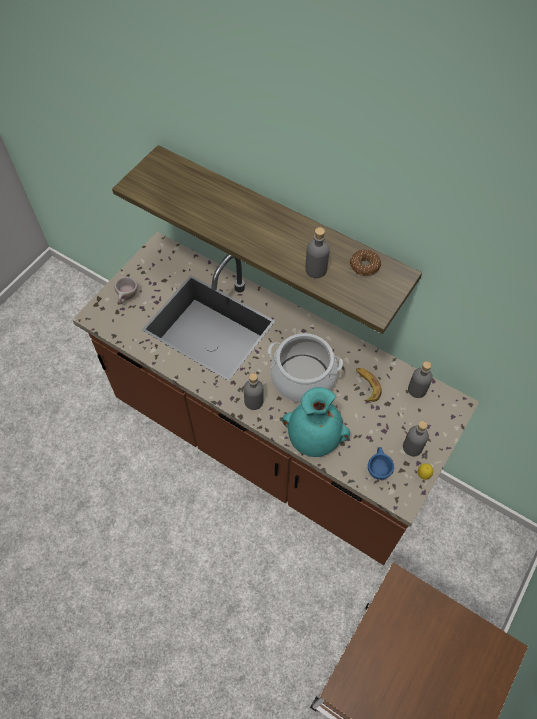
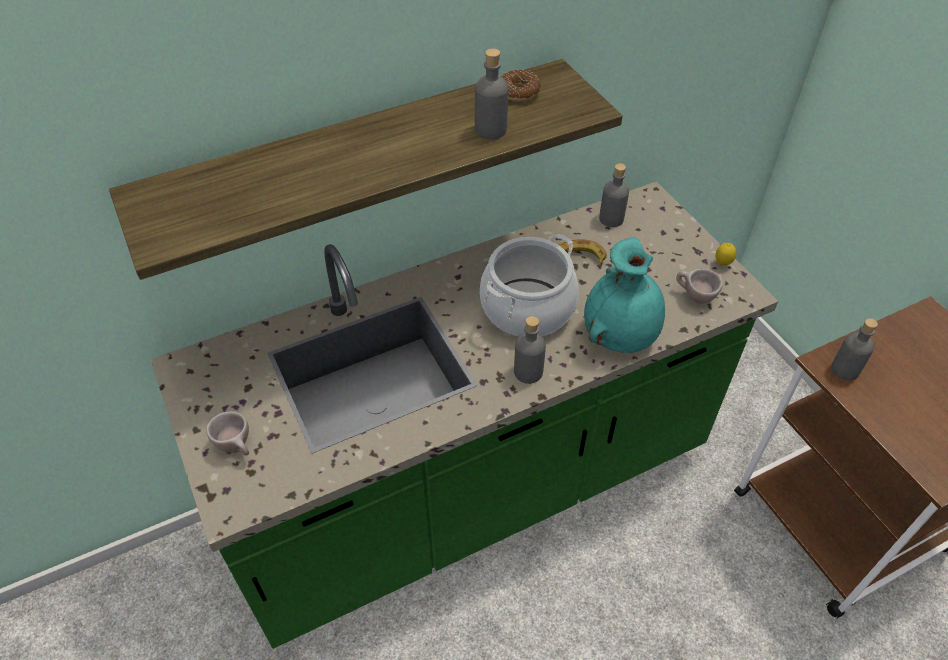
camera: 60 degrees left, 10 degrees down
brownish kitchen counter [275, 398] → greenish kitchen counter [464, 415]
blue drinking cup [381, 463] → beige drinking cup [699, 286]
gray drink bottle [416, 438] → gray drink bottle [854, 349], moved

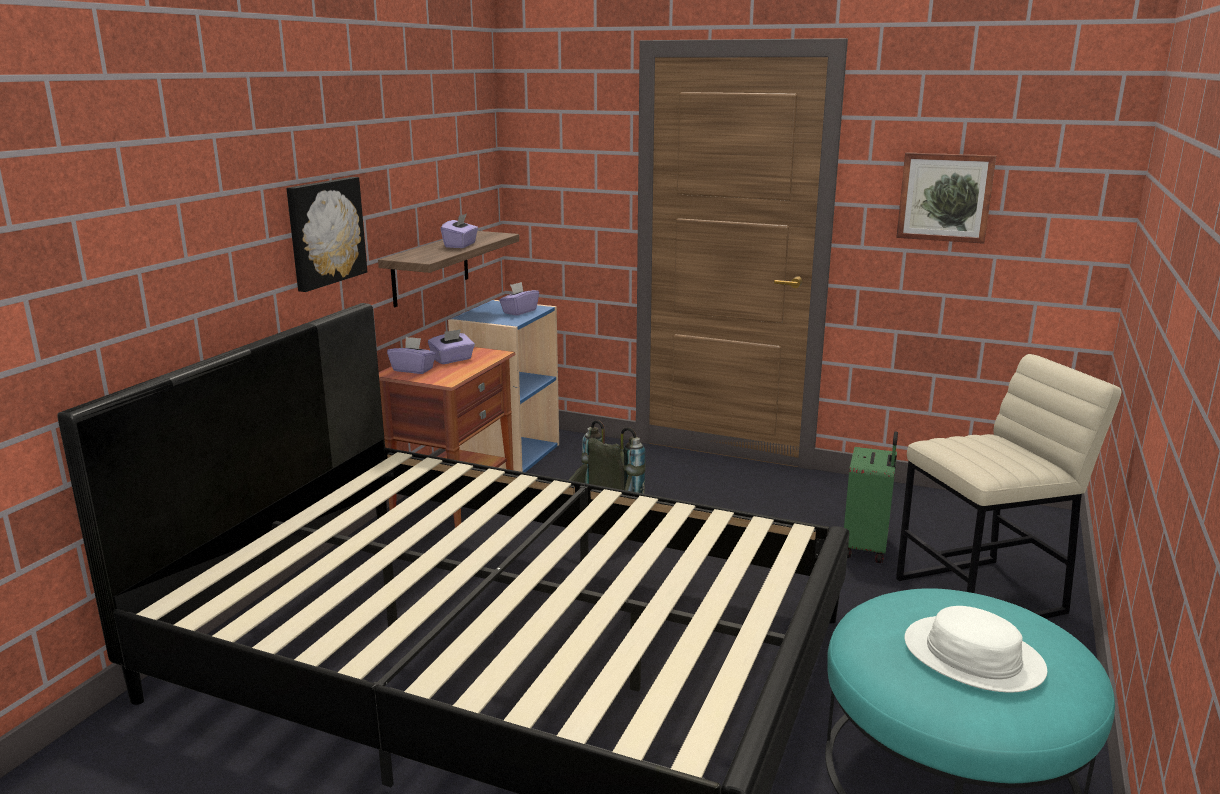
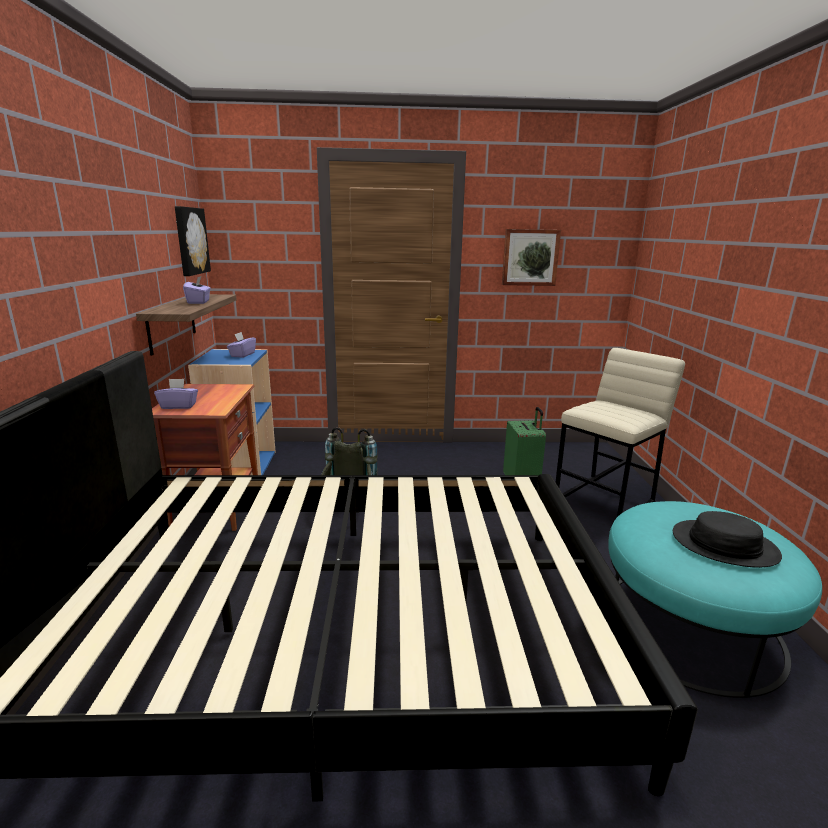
camera: 25 degrees left, 0 degrees up
wall art [326, 234] → wall art [193, 241], moved
purple-coloured box of tissues [451, 346] → -
white-coloured clothing hat [976, 649] → black-coloured clothing hat [727, 539]

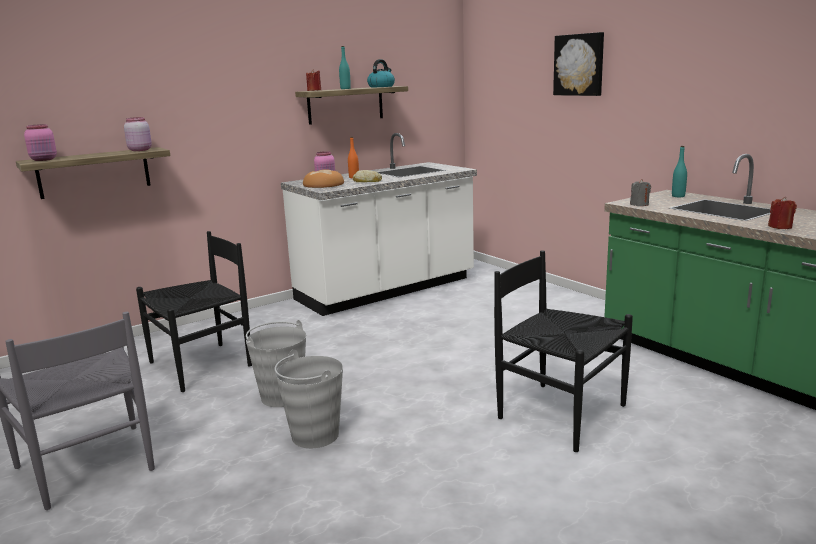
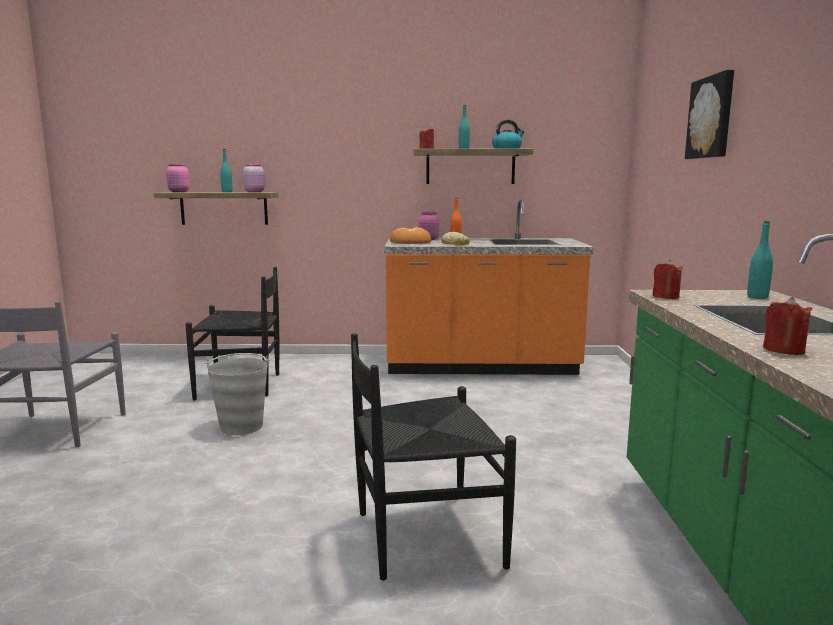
camera: 35 degrees right, 5 degrees down
gray water bucket [309, 399] → -
white-coloured kitchen counter [379, 224] → orange-coloured kitchen counter [489, 287]
black-coloured chair [563, 351] → black-coloured chair [433, 456], 90 degrees counterclockwise
gray candle [640, 192] → reddish candle [667, 279]
- → turquoise drink bottle [226, 170]

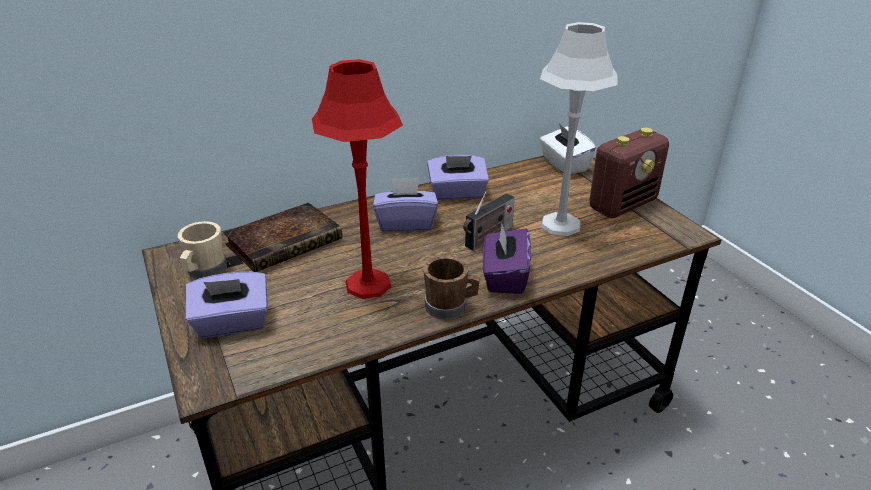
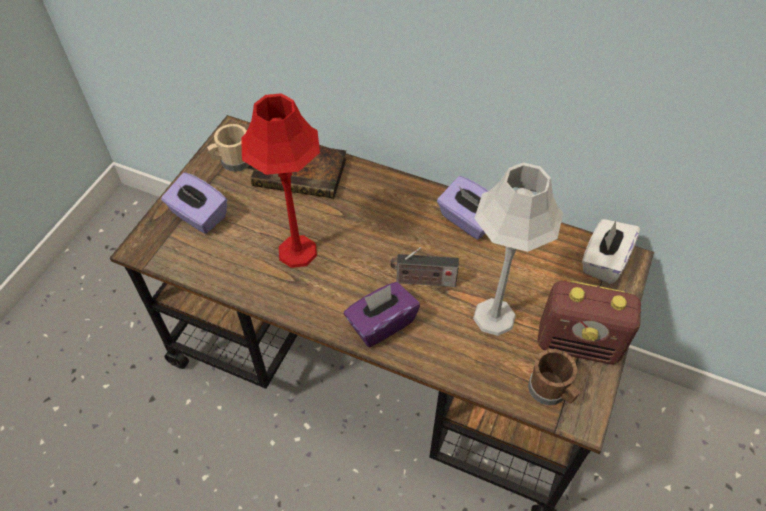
camera: 50 degrees right, 20 degrees up
purple-coloured box of tissues [405, 205] → -
brownish coffee mug [451, 288] → brownish coffee mug [554, 377], moved

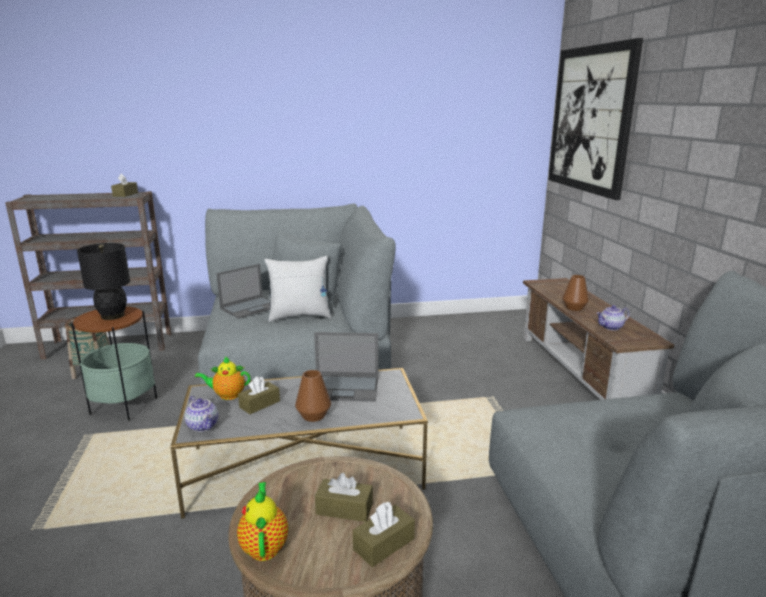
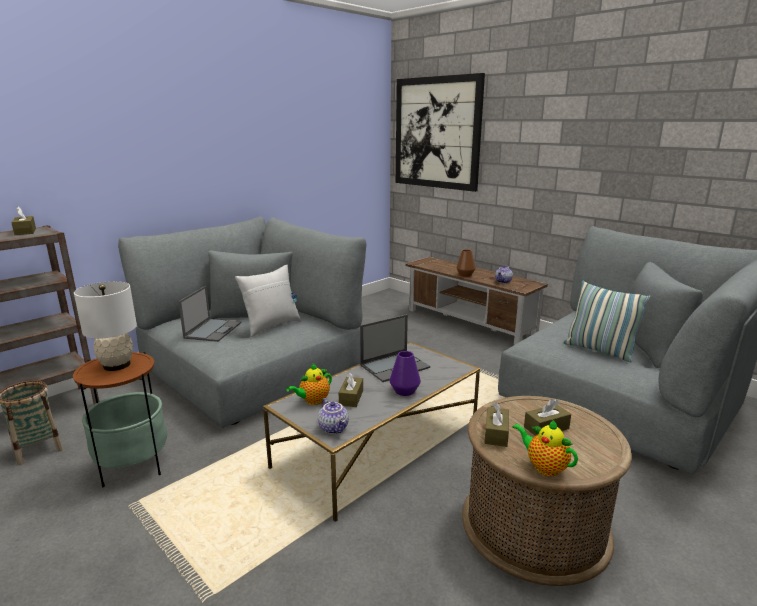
camera: 35 degrees left, 0 degrees up
black-coloured lamp for a table [103, 281] → white-coloured lamp for a table [105, 326]
teapot [201, 414] → teapot [333, 416], 45 degrees clockwise
brownish flower vase [313, 396] → purple-coloured flower vase [405, 373]
brownish box of tissues [384, 534] → brownish box of tissues [496, 424], moved
- → cushion [607, 321]

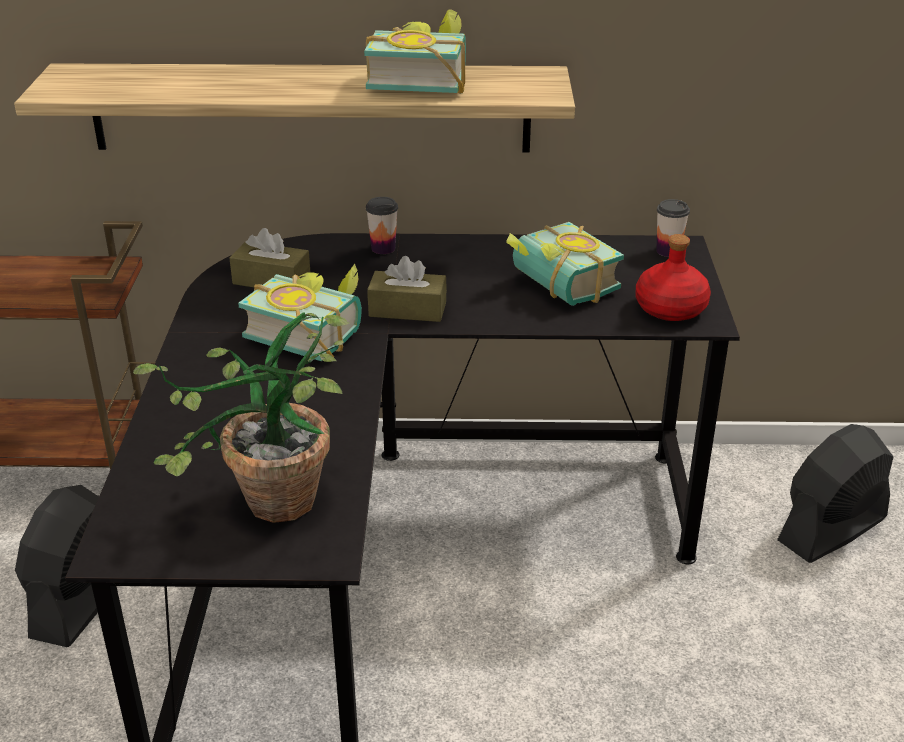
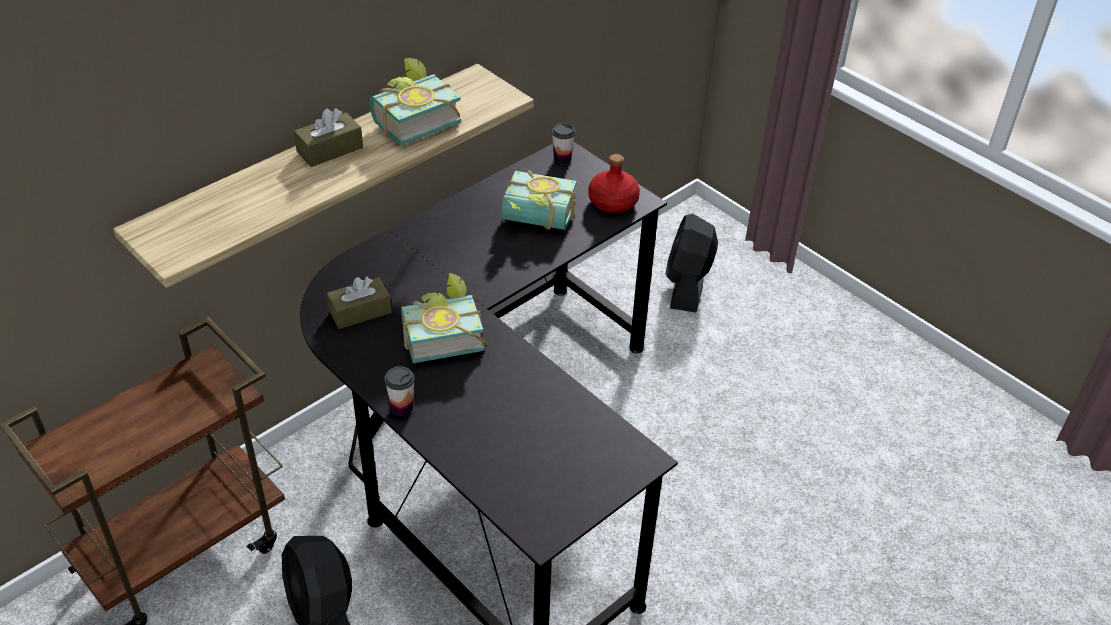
camera: 45 degrees left, 10 degrees up
plant in a pot [241, 417] → -
drinking cup [382, 225] → drinking cup [399, 391], moved
brownish box of tissues [407, 289] → brownish box of tissues [328, 137], moved

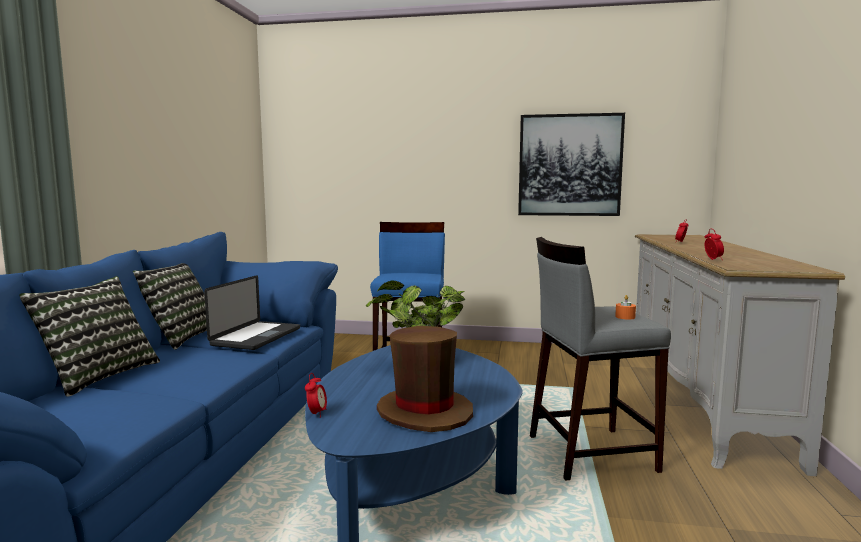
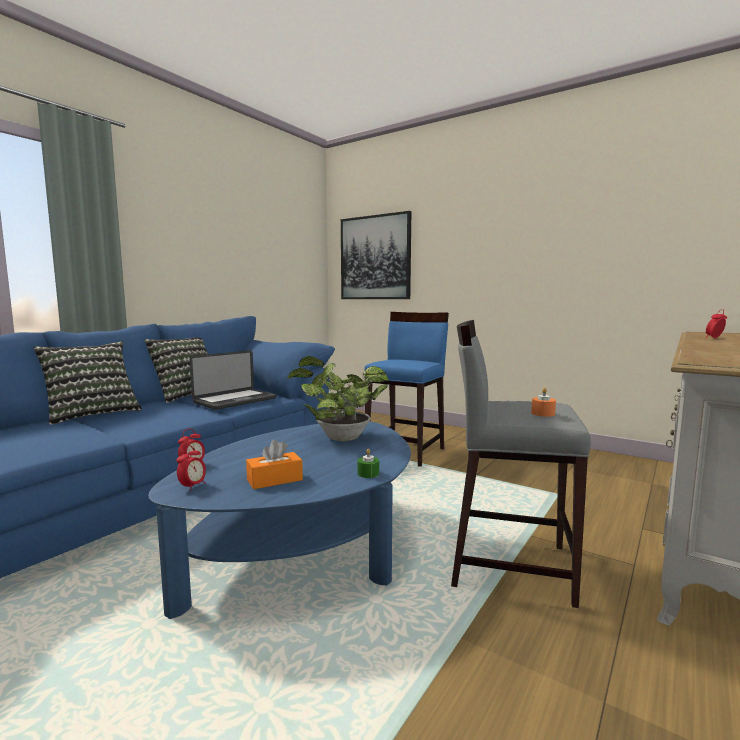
camera: 25 degrees right, 0 degrees up
brownish clothing hat [425, 379] → orange-coloured box of tissues [274, 464]
wall art [571, 164] → wall art [376, 255], moved
alarm clock [714, 244] → alarm clock [191, 468], moved
- → greenish candle [368, 463]

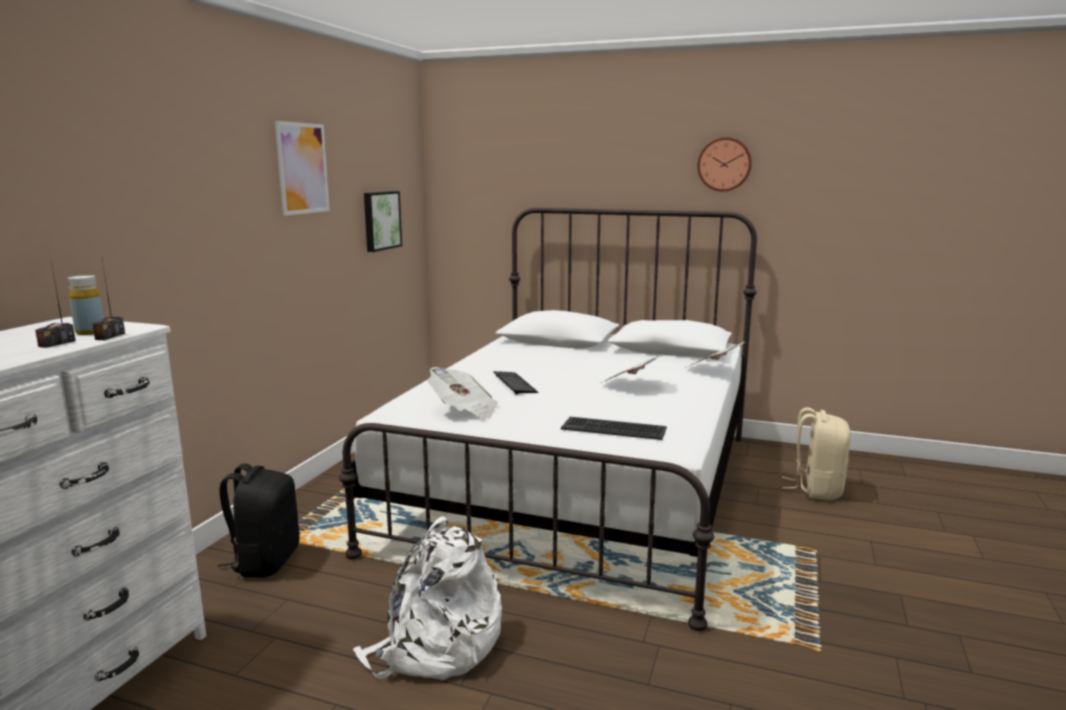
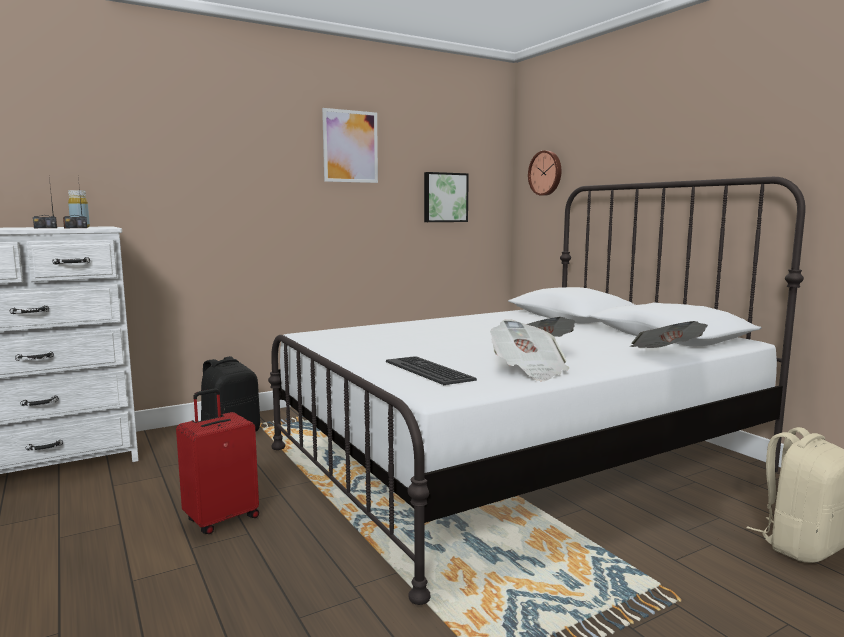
camera: 40 degrees right, 5 degrees down
white-coloured rucksack [427, 598] → reddish suitcase [217, 461]
daily paper [463, 393] → daily paper [530, 350], moved
keyboard [515, 383] → -
clock on the wall [724, 164] → clock on the wall [544, 173], moved

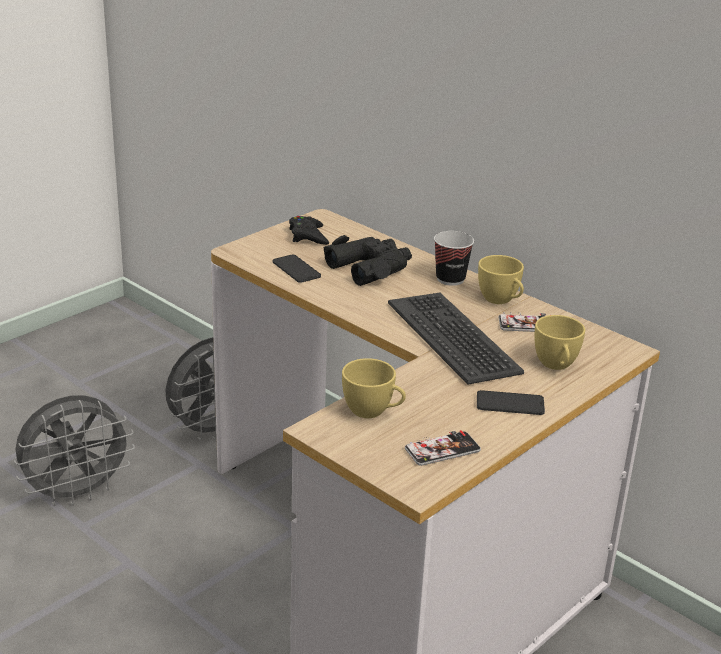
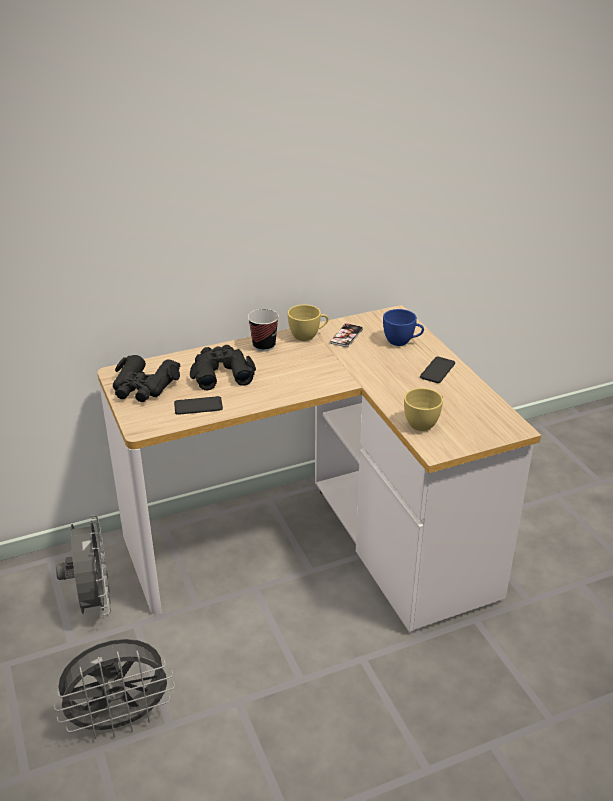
camera: 65 degrees left, 5 degrees up
gray electric fan [74, 450] → gray electric fan [114, 689], 75 degrees clockwise
black-coloured game controller [309, 230] → black-coloured binoculars [146, 378]
keyboard [456, 339] → -
phone [443, 448] → -
yellow drinking cup [559, 342] → blue drinking cup [403, 327]

